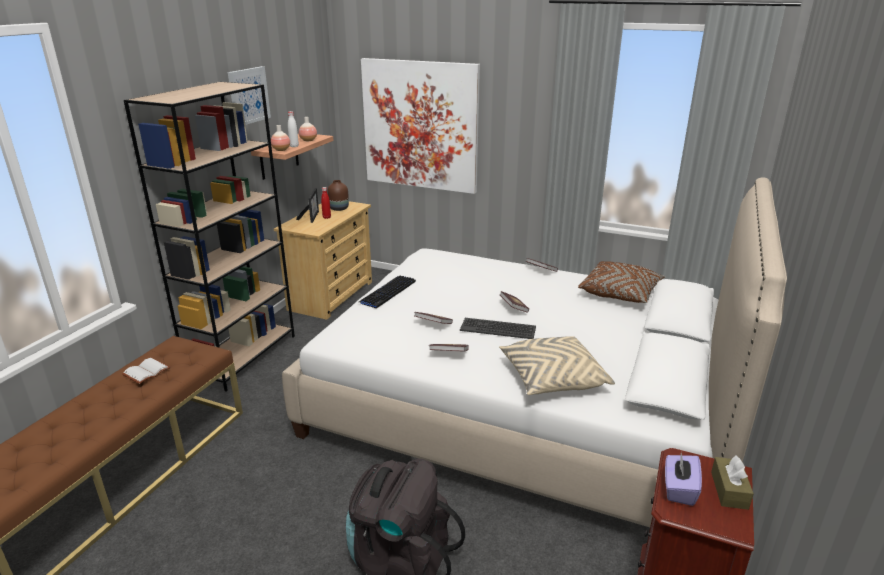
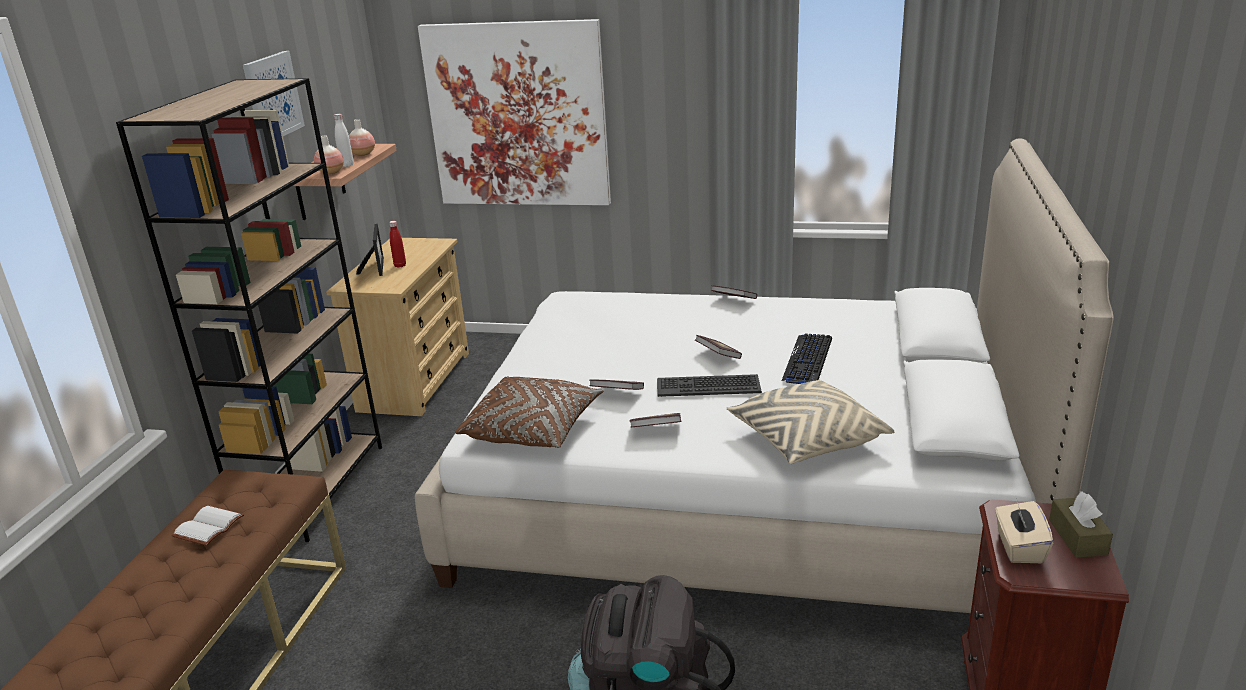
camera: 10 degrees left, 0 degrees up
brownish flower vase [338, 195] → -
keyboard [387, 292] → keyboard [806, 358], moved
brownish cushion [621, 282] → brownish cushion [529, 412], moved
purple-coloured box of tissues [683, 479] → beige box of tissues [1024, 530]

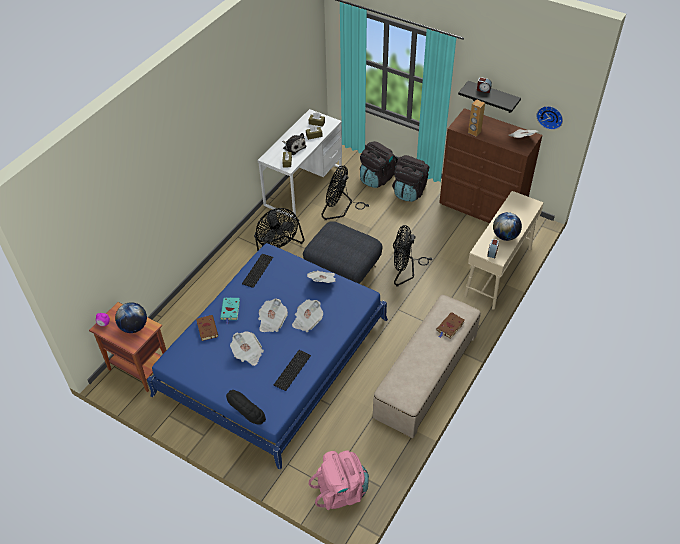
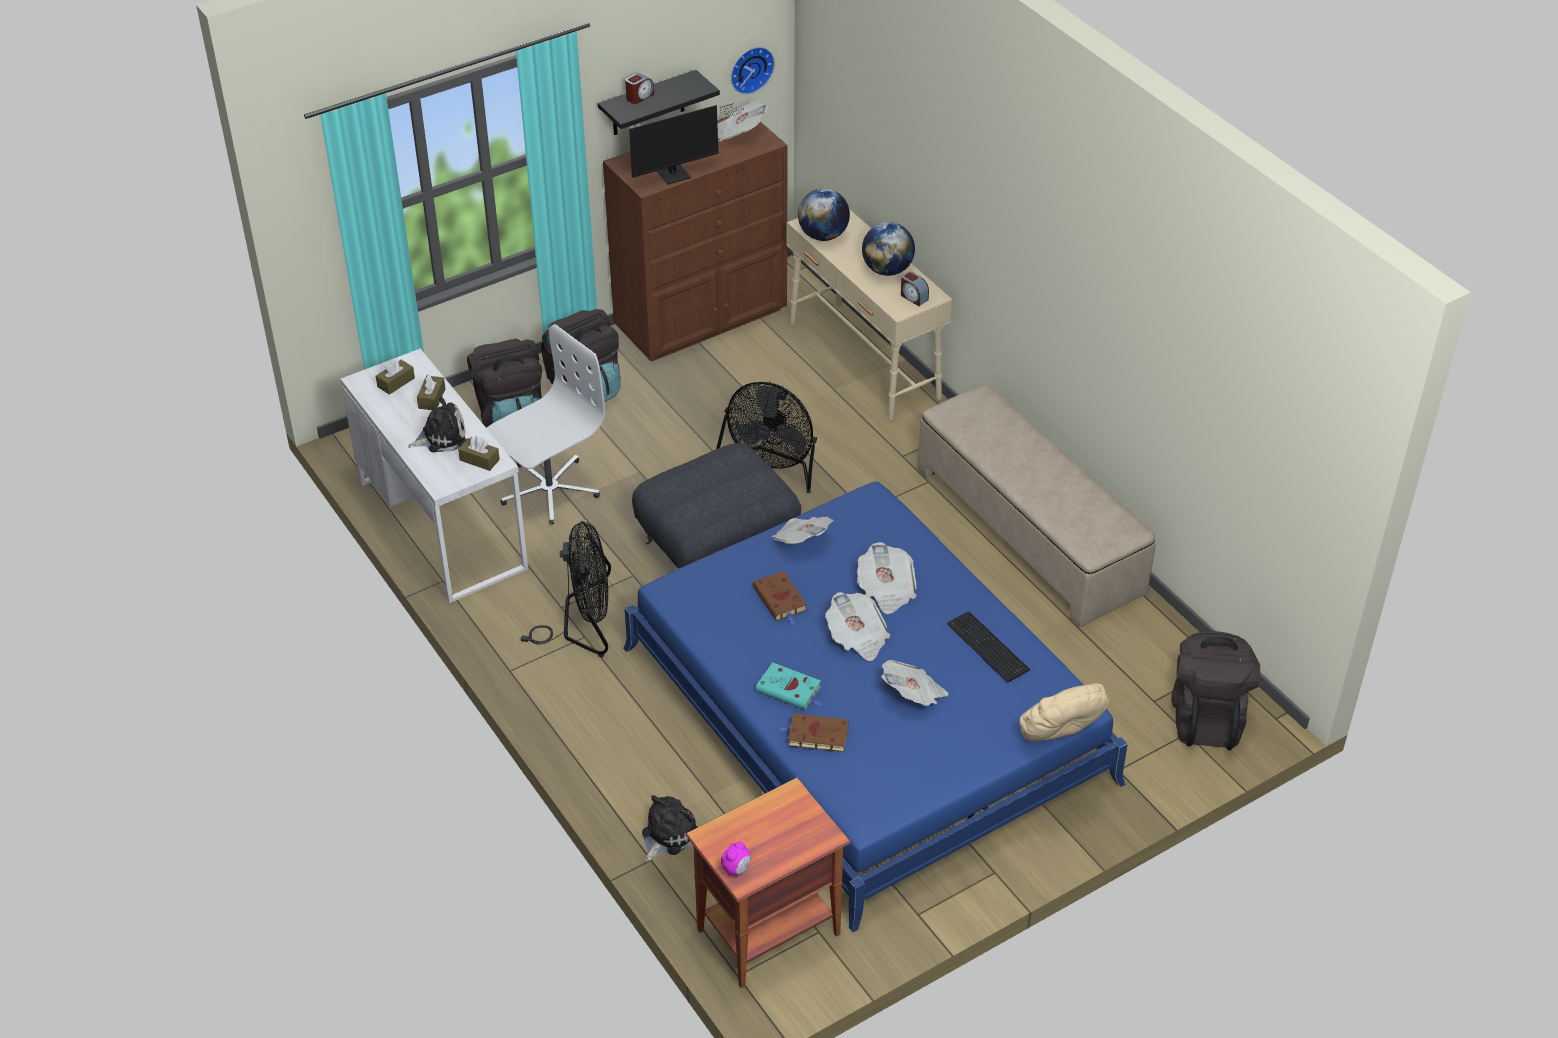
camera: 65 degrees left, 5 degrees down
desk globe [131, 317] → desk globe [824, 214], moved
black-coloured cushion [246, 407] → beige cushion [1064, 712]
keyboard [257, 271] → -
pinkish rucksack [339, 480] → black-coloured rucksack [1215, 690]
black-coloured electric fan [345, 193] → white-coloured desk chair [546, 424]
brownish book [450, 325] → brownish book [780, 598], moved
brownish audio speaker [476, 118] → computer display [685, 144]
- → cuddly toy [670, 828]

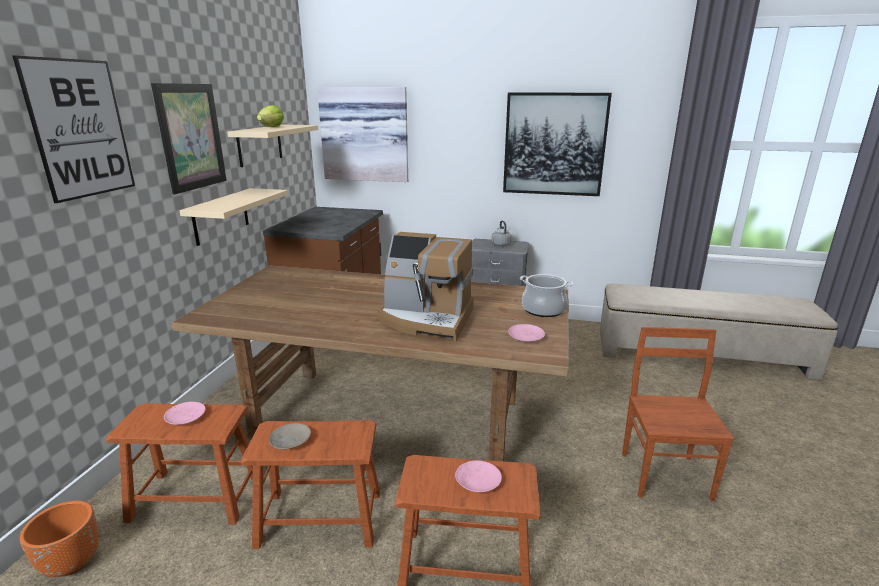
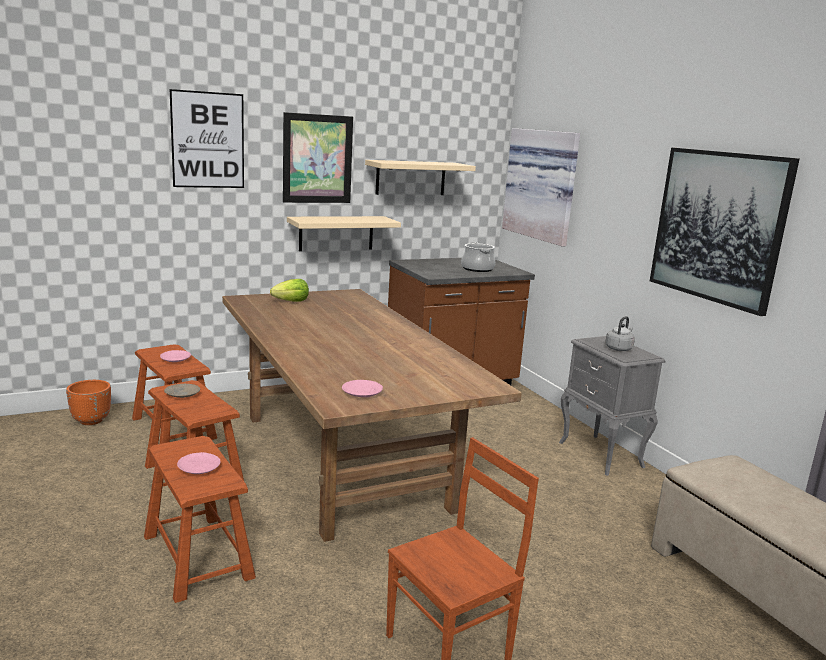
camera: 50 degrees right, 5 degrees down
head of lettuce [270, 116] → head of lettuce [289, 290], moved
coffee maker [426, 287] → -
saucepot [546, 295] → saucepot [478, 257], moved

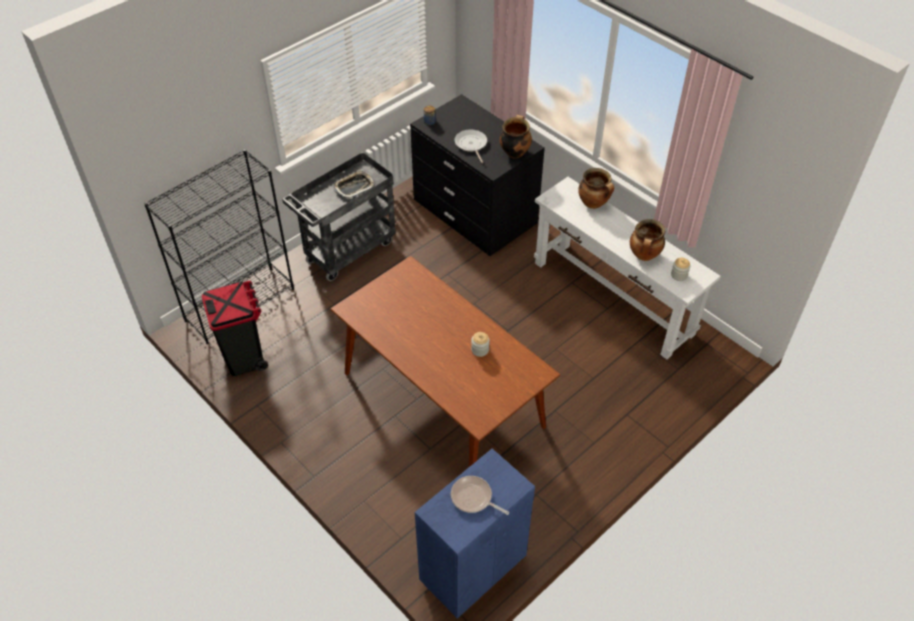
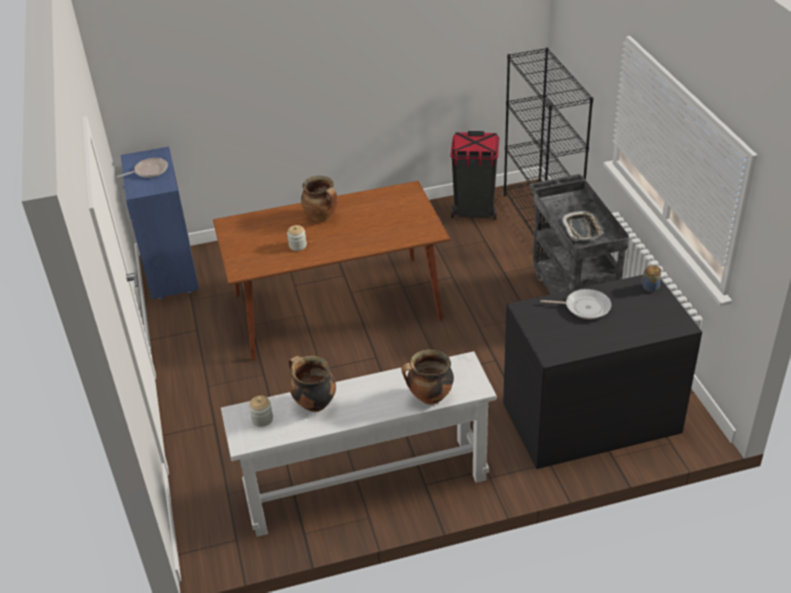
camera: 120 degrees right, 10 degrees down
saucepot [516, 136] → saucepot [319, 199], moved

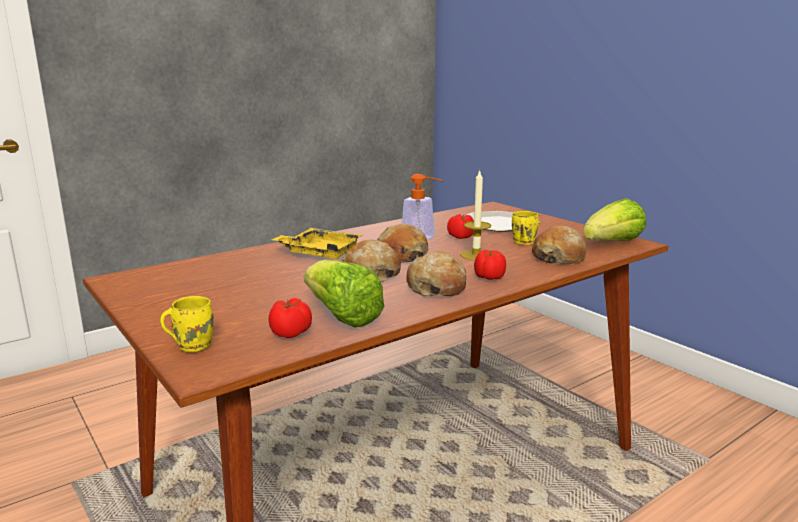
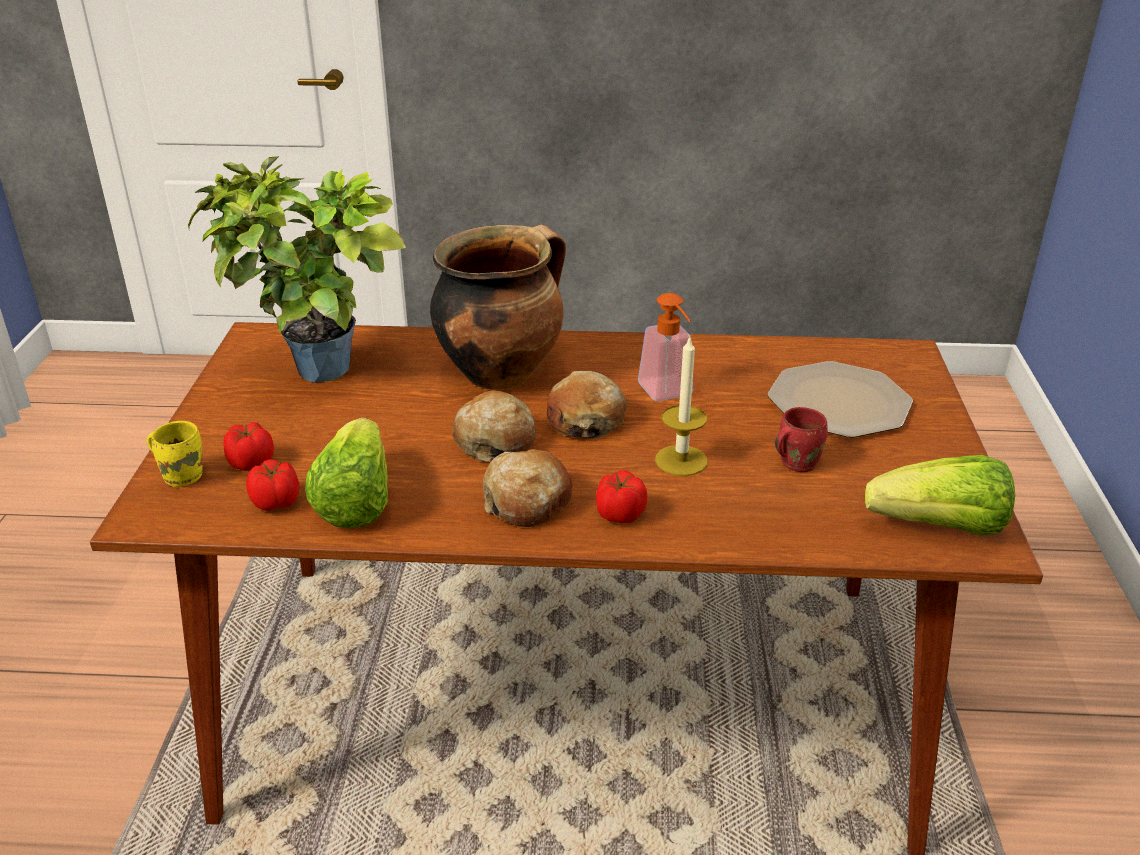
camera: 40 degrees right, 15 degrees up
yellow tray [317, 243] → saucepot [498, 307]
fresh tomato [460, 226] → fresh tomato [248, 446], moved
yellow coffee mug [525, 228] → reddish coffee mug [801, 439]
bread [559, 245] → -
- → plant in a pot [297, 269]

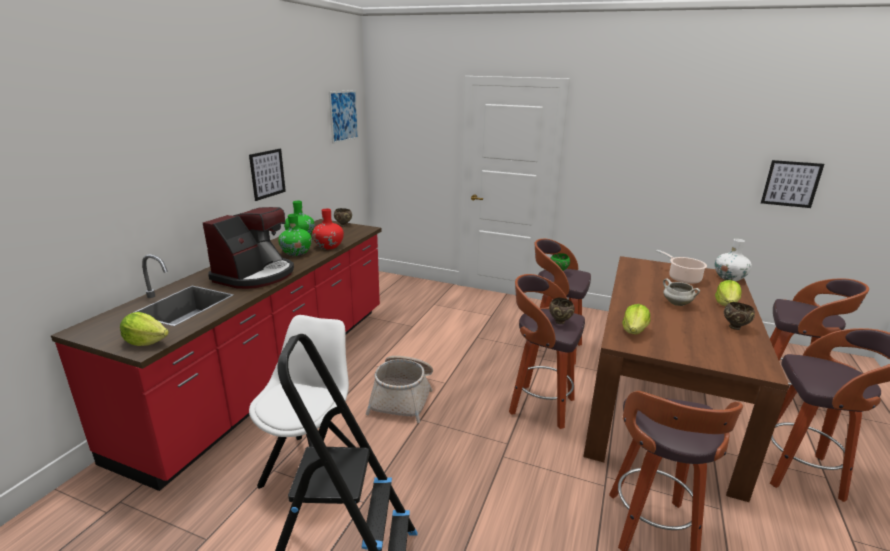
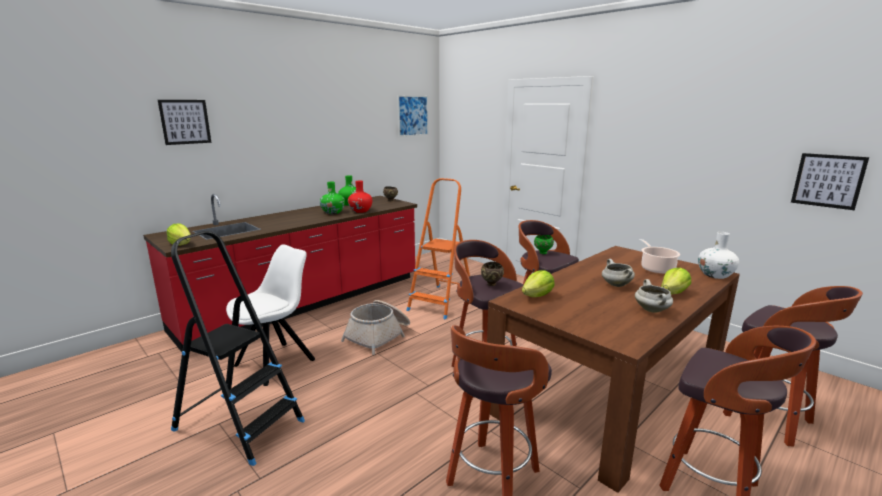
camera: 25 degrees right, 5 degrees down
coffee maker [248, 248] → -
wall art [267, 175] → wall art [184, 122], moved
brownish serving bowl [739, 316] → white-coloured saucepot [654, 295]
- → orange-coloured step ladder [438, 248]

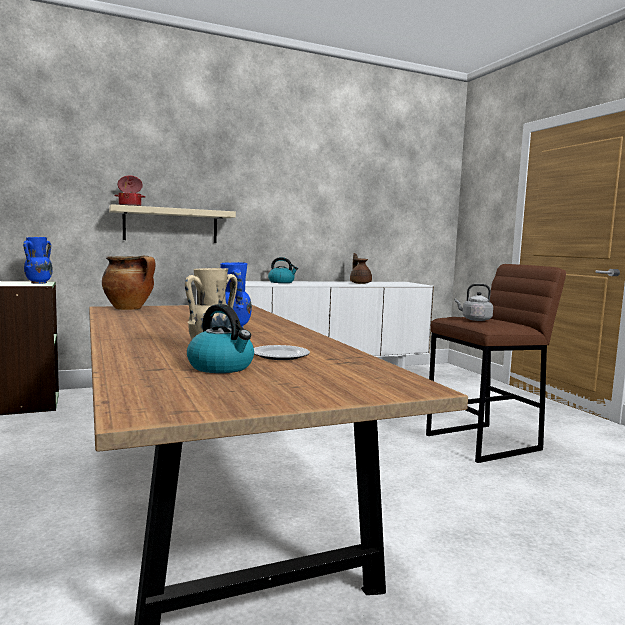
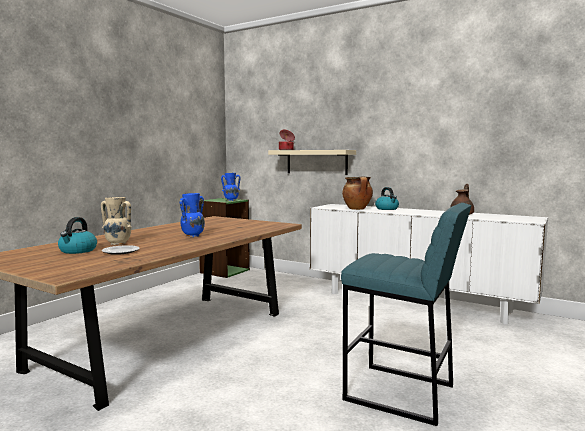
camera: 55 degrees right, 0 degrees up
saucepot [129, 283] → saucepot [357, 193], moved
brownish stool [496, 363] → turquoise stool [406, 314]
gray kettle [473, 302] → -

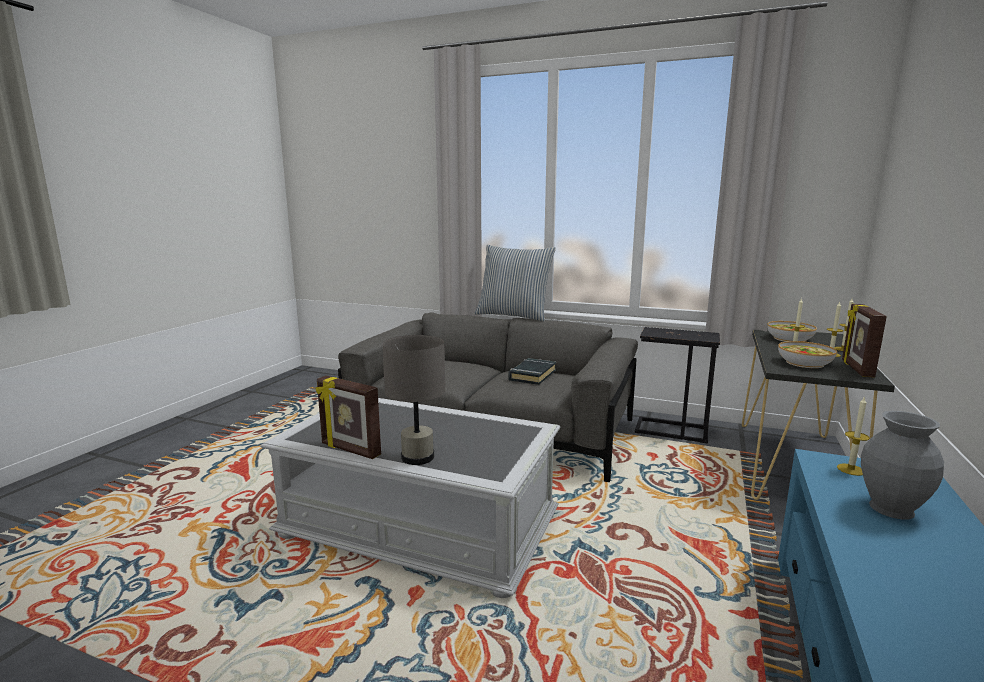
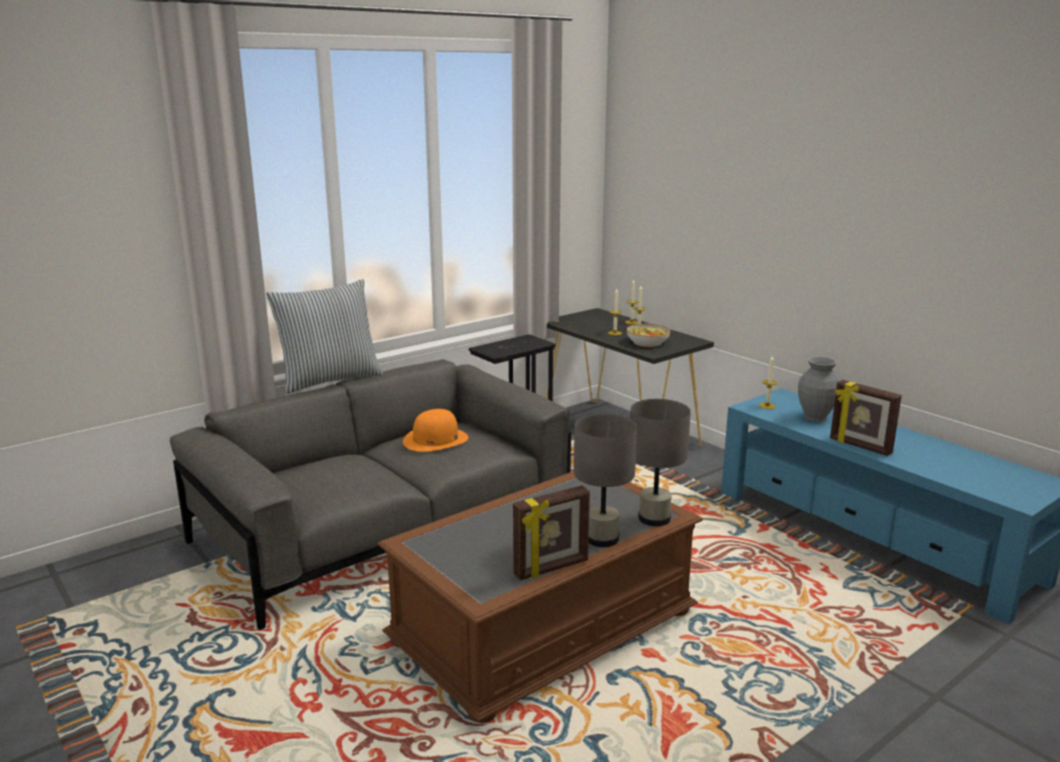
camera: 60 degrees left, 5 degrees up
white-coloured coffee table [410, 498] → brownish coffee table [540, 597]
black-coloured book [532, 371] → orange-coloured clothing hat [435, 430]
serving bowl [792, 331] → -
standing frame [864, 341] → standing frame [866, 418], moved
- → gray lamp for a table [660, 462]

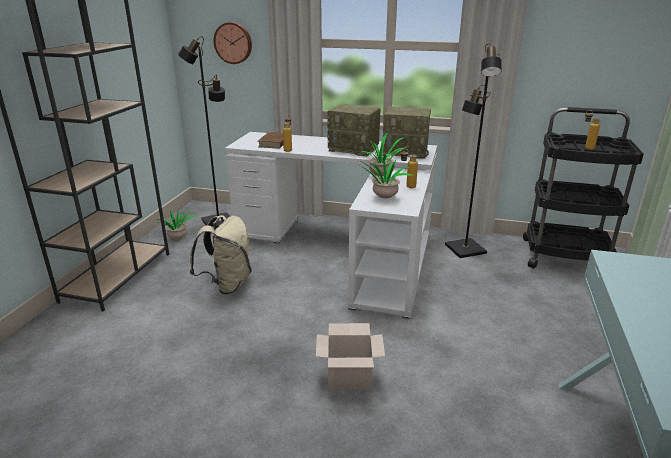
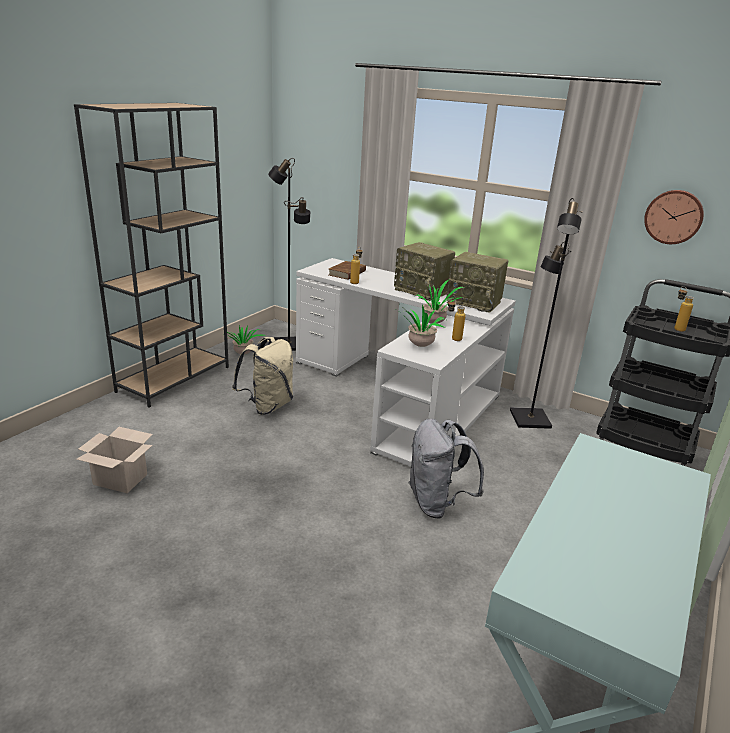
camera: 15 degrees right, 0 degrees up
clock on the wall [233, 43] → clock on the wall [674, 217], moved
cardboard box [350, 356] → cardboard box [114, 460], moved
- → gray rucksack [446, 468]

